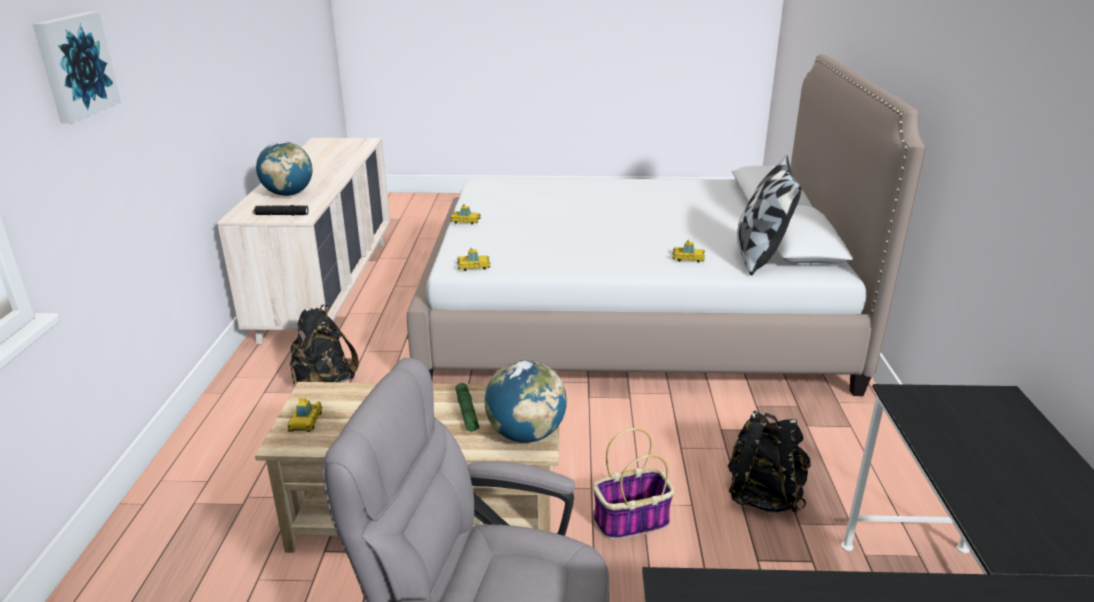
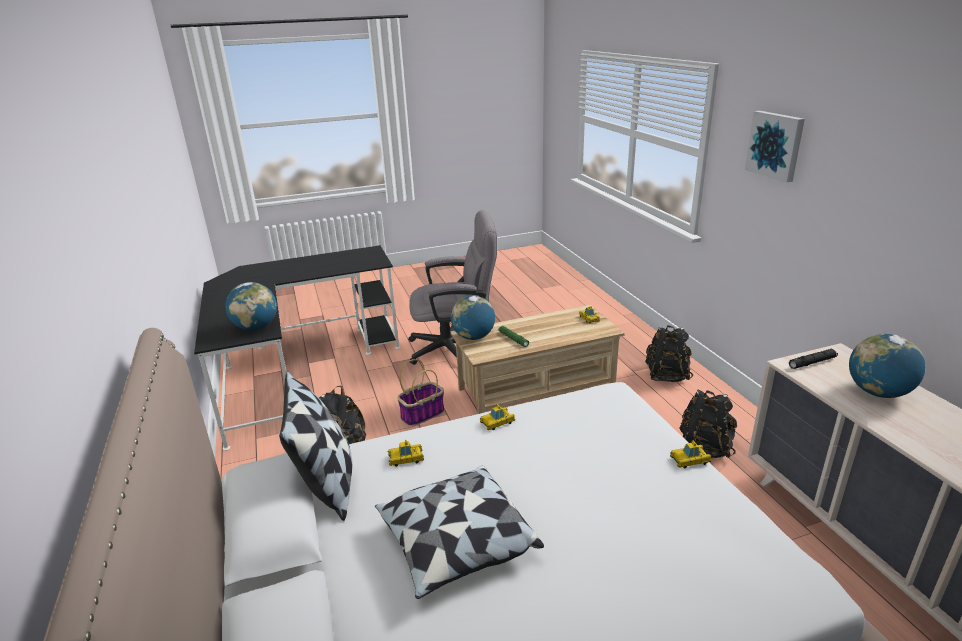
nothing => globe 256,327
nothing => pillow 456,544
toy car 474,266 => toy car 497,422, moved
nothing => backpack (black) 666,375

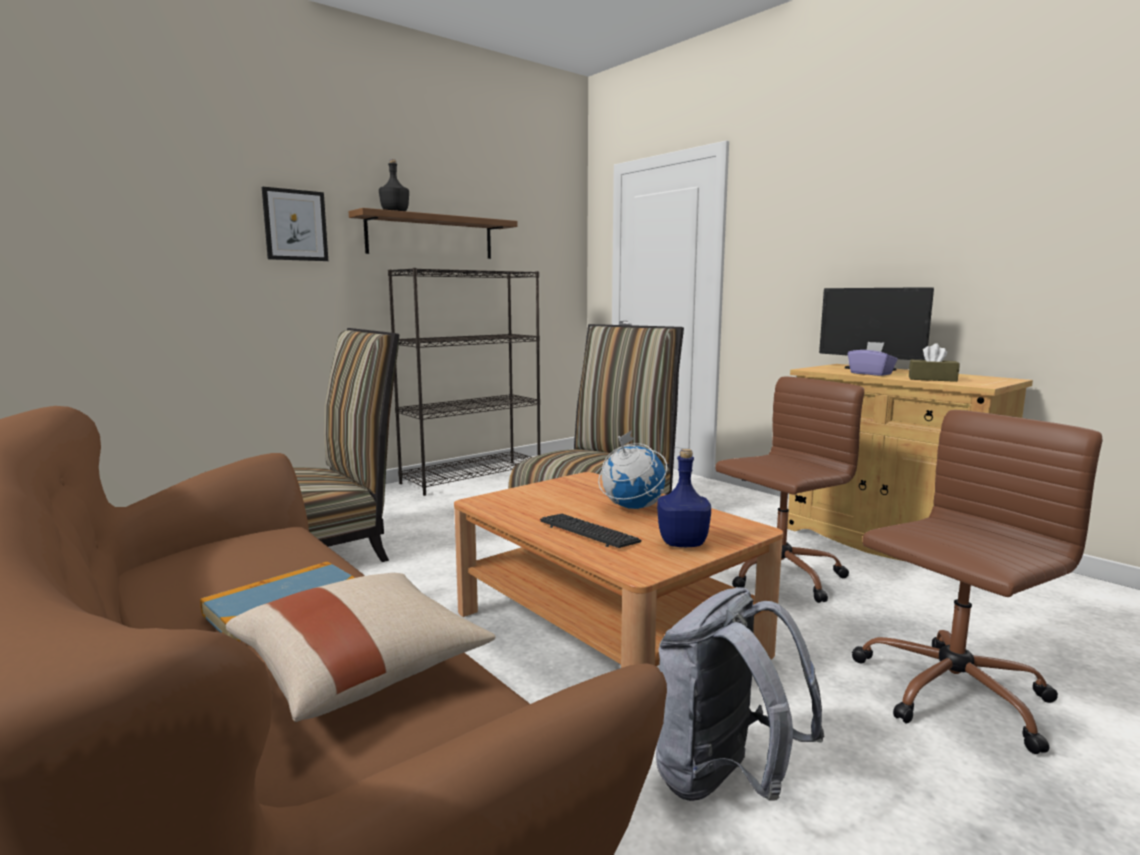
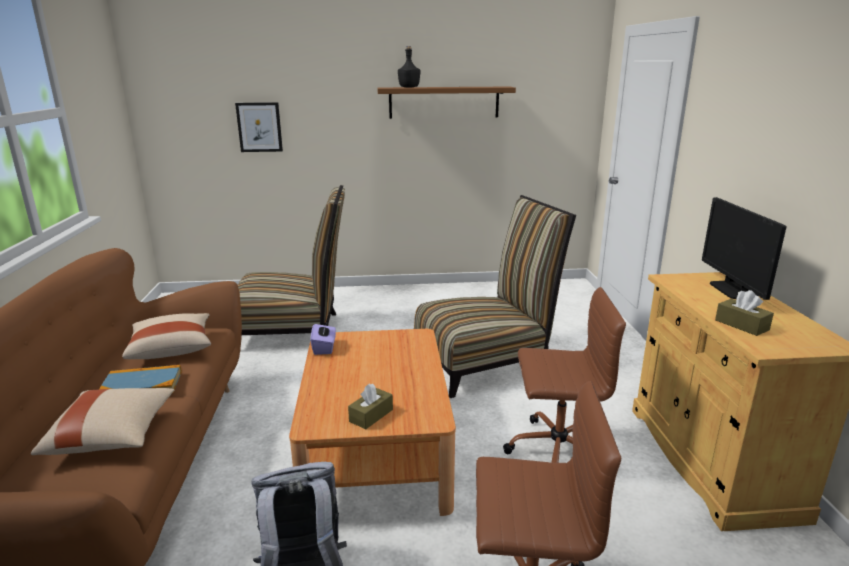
nothing => pillow (beige) 172,348
picture 295,225 => picture 259,127, moved
tissue box (purple) 871,374 => tissue box (purple) 324,348, moved
bottle (blue) 682,543 => tissue box (brown) 371,415
bookcase (black) 472,477 => nothing
keyboard 588,533 => nothing
globe 632,507 => nothing

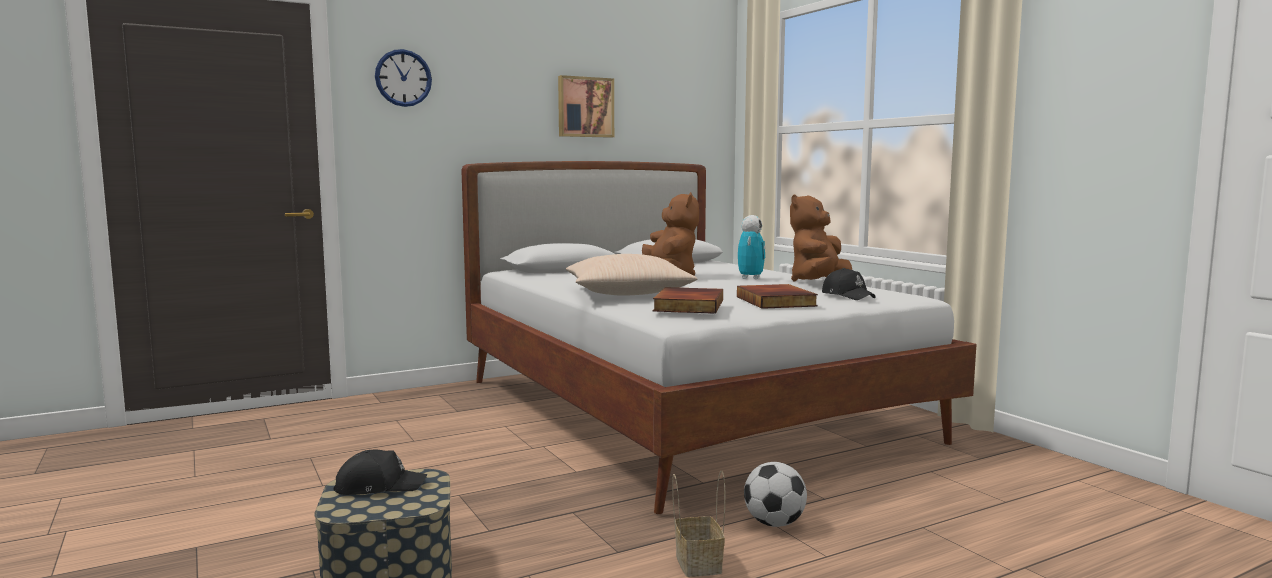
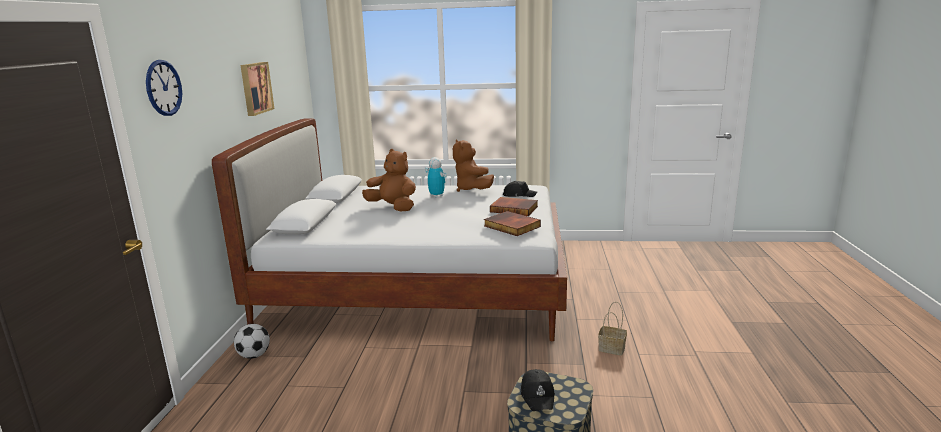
football 775,523 => football 254,355, moved
cap (black) 379,486 => cap (black) 538,395, 150 degrees clockwise
pillow (beige) 627,293 => nothing

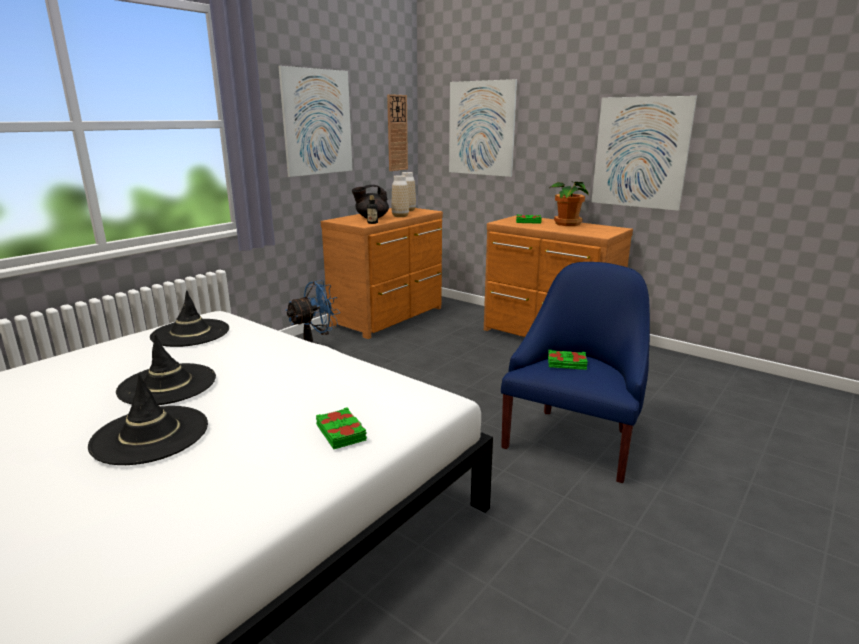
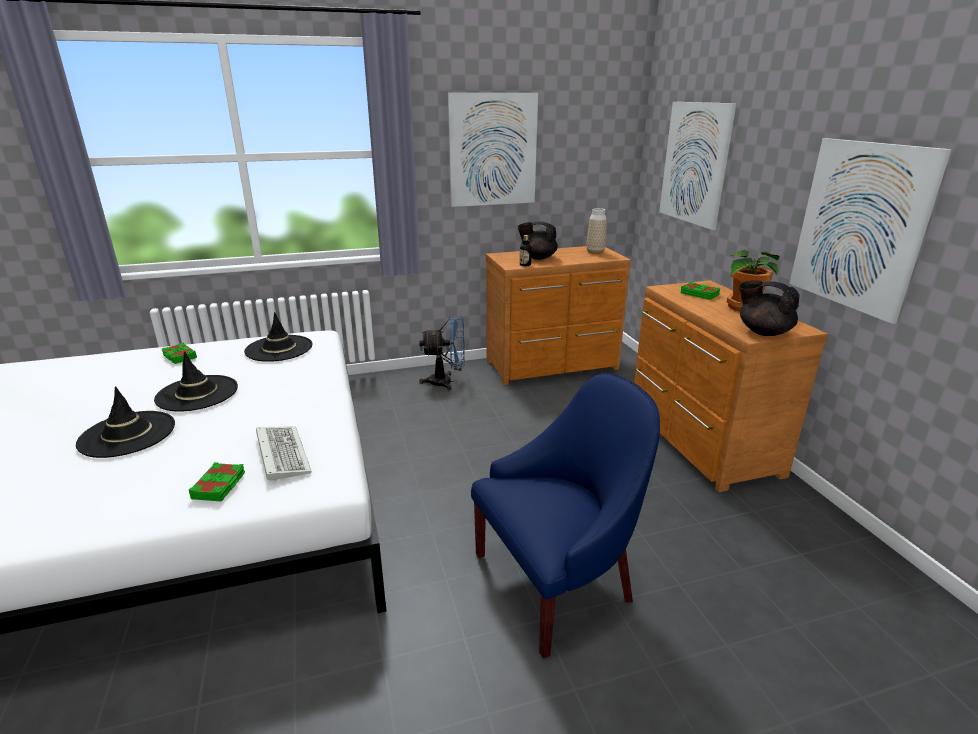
book (green) 567,364 => book (green) 179,356, moved
nothing => keyboard 281,453
nothing => teapot (black) 763,332
wall clock 397,133 => nothing
vase 400,216 => nothing

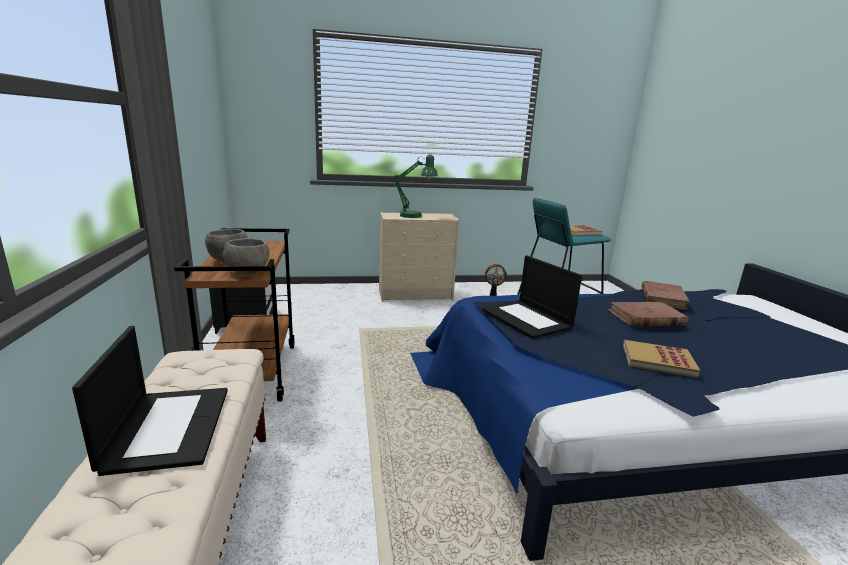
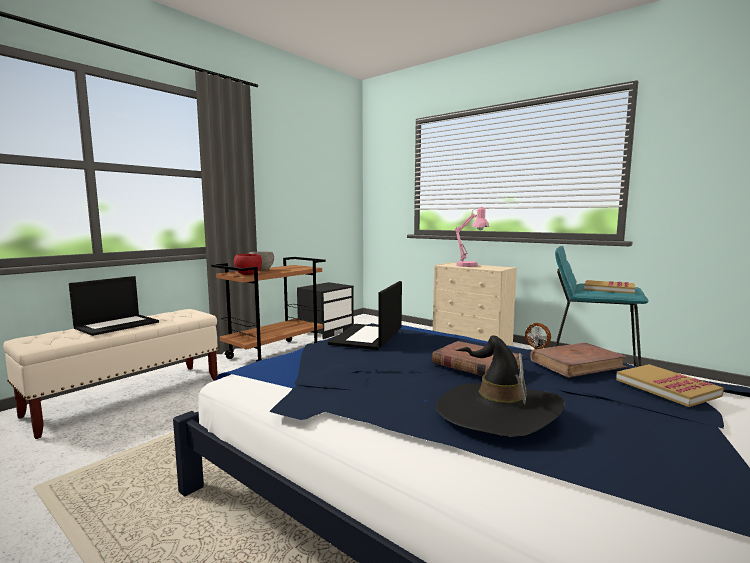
bowl (grey) 247,272 => bowl (red) 248,274
nothing => hat (black) 496,412
table lamp (green) 415,216 => table lamp (pink) 470,266
book 658,361 => book 666,387, moved

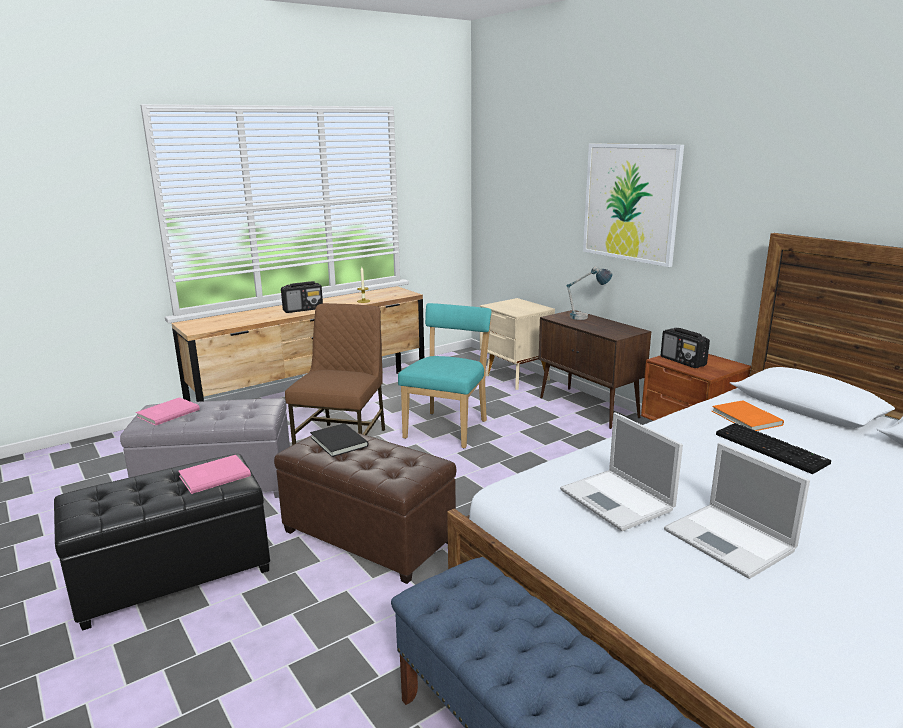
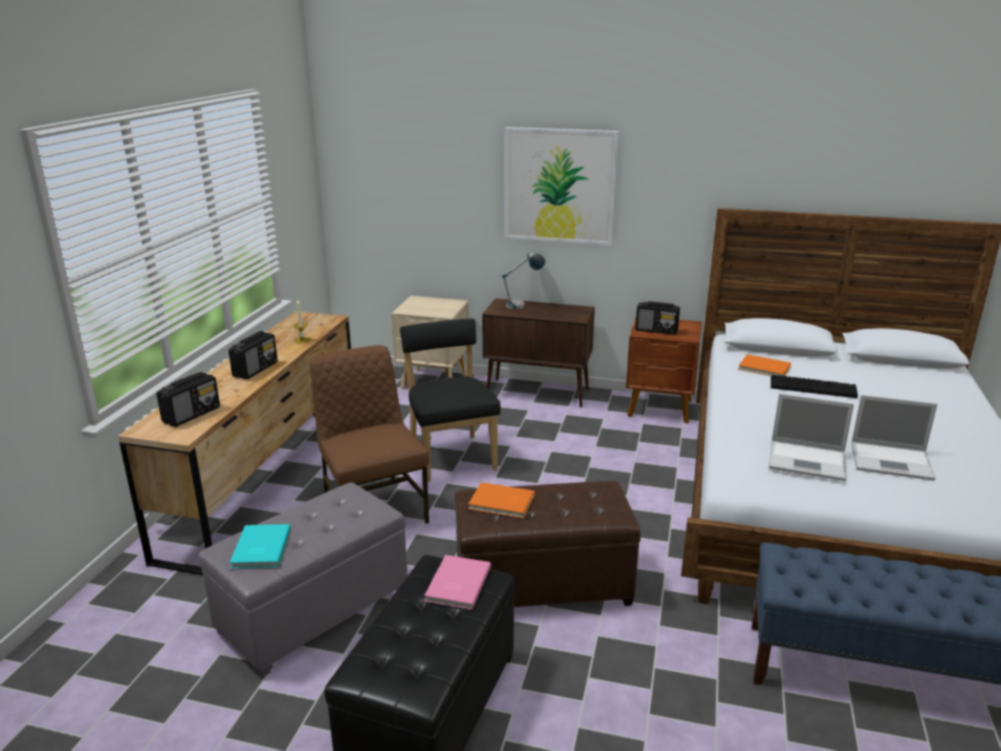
nothing => radio 192,414
book (pink) 167,413 => book (turquoise) 259,549
chair (turquoise) 448,428 => chair (black) 451,456
book (black) 337,442 => book (orange) 502,503

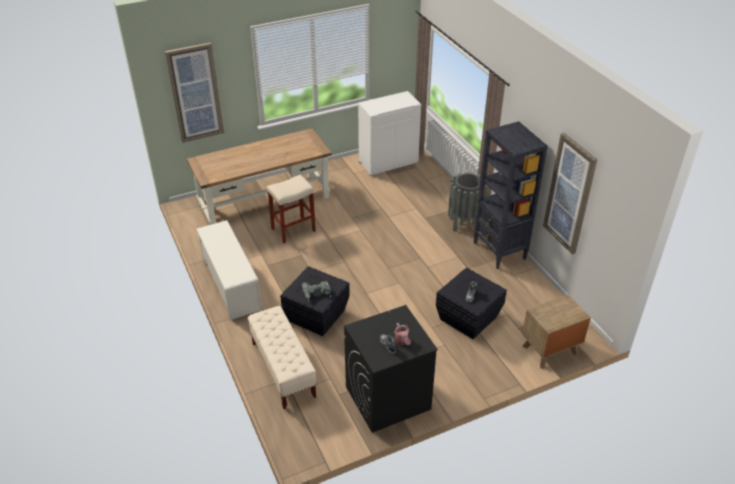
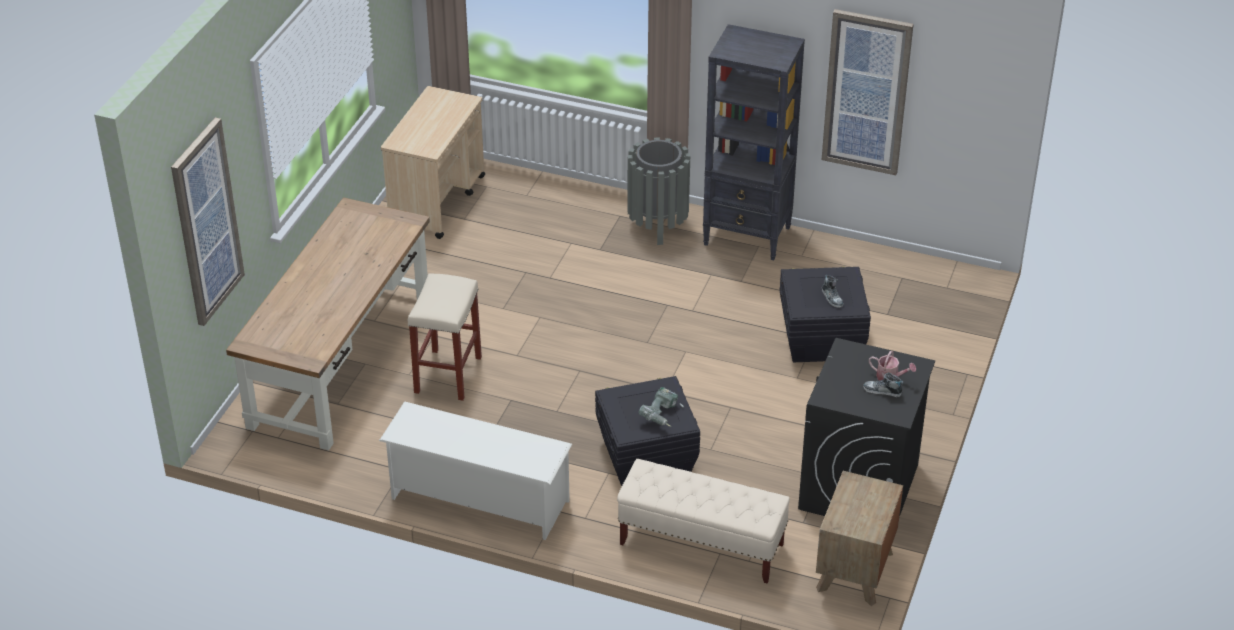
cabinet (white) 388,162 => cart (beige) 437,201
nightstand (brown) 549,350 => nightstand (brown) 855,571, moved

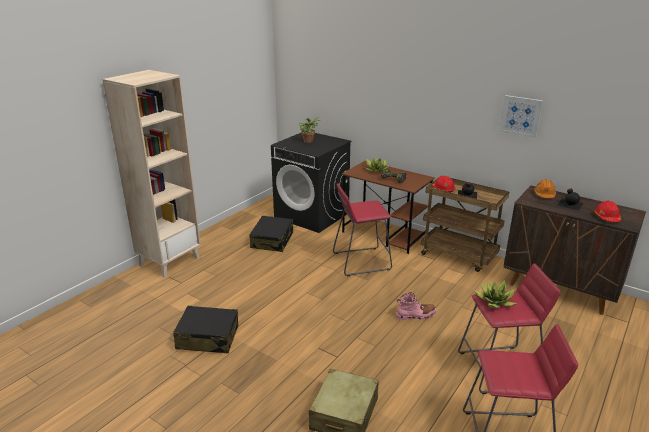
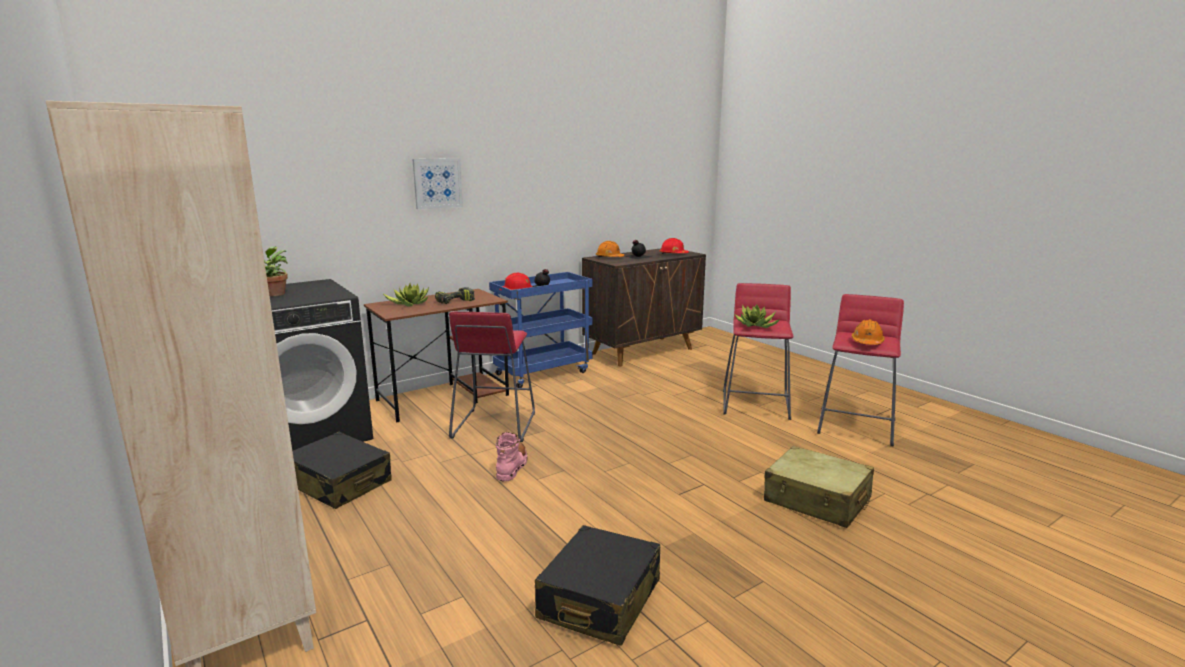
picture 520,116 => picture 437,183, moved
cart (brown) 459,256 => cart (blue) 543,373
boot (pink) 416,315 => boot (pink) 512,467, moved
nothing => hard hat (orange) 867,342

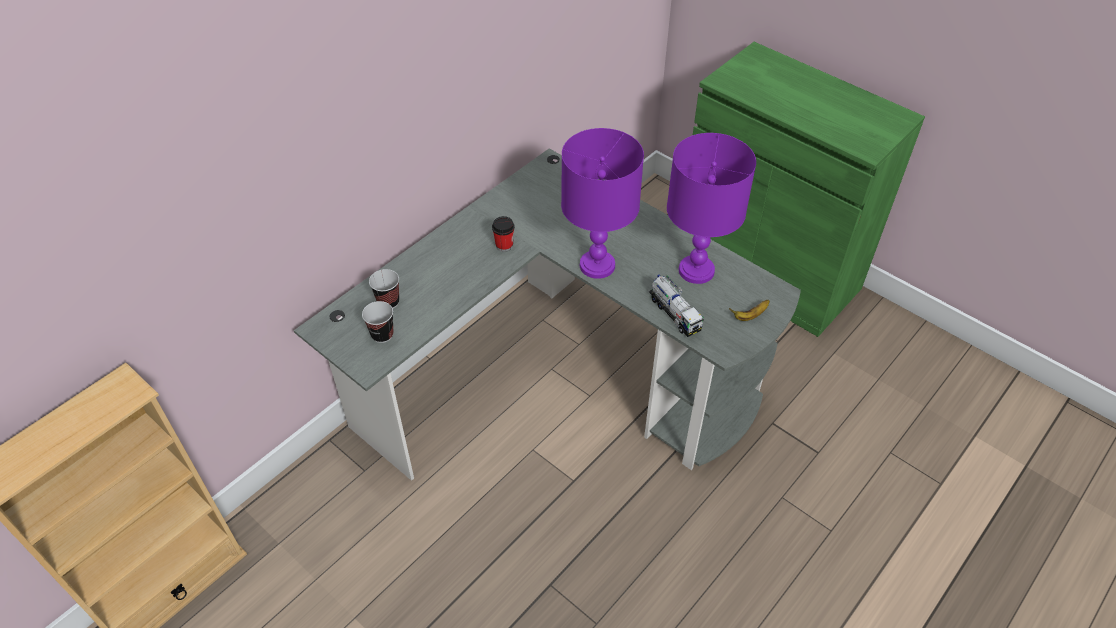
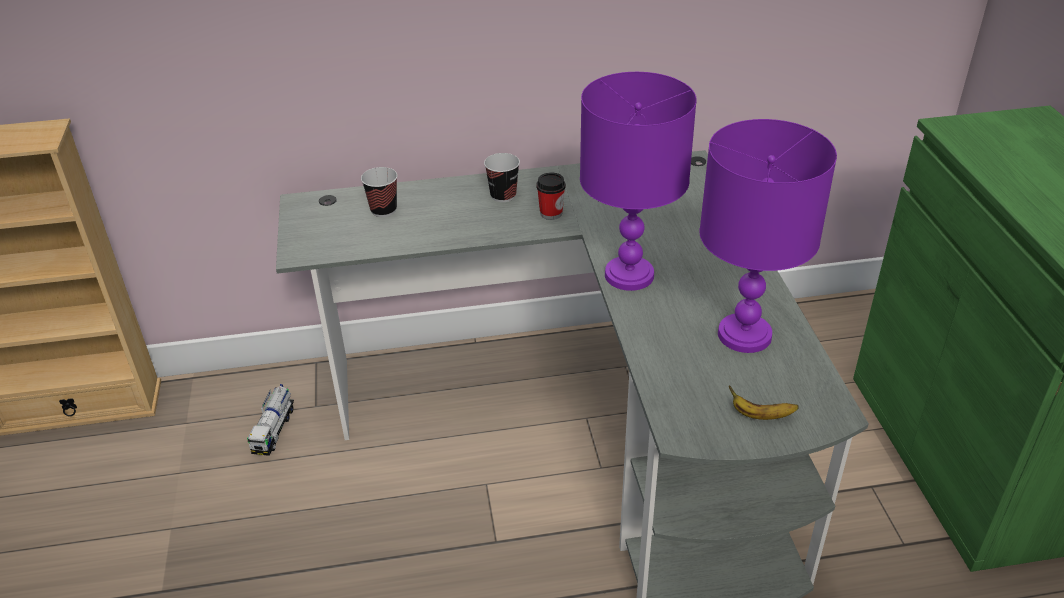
toy truck 674,314 => toy truck 274,430, moved
cup 382,334 => cup 503,195, moved

